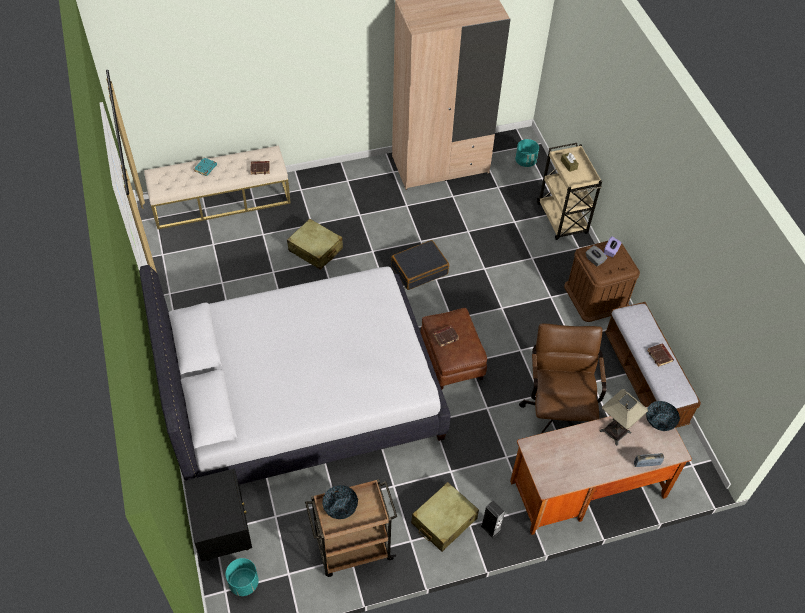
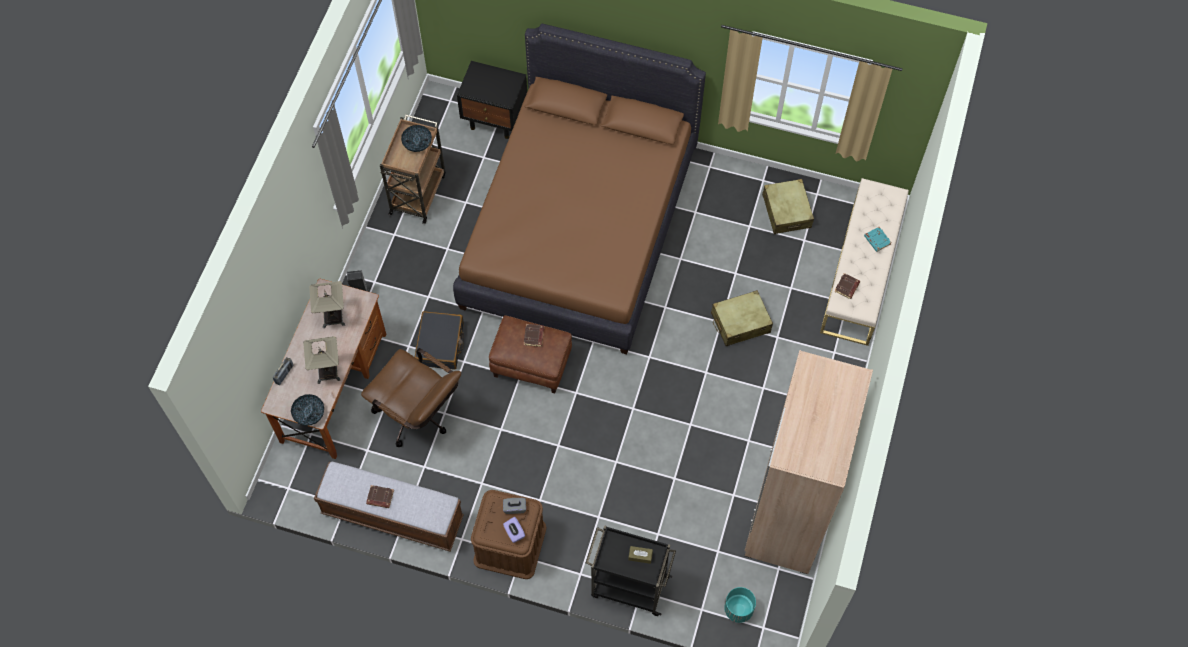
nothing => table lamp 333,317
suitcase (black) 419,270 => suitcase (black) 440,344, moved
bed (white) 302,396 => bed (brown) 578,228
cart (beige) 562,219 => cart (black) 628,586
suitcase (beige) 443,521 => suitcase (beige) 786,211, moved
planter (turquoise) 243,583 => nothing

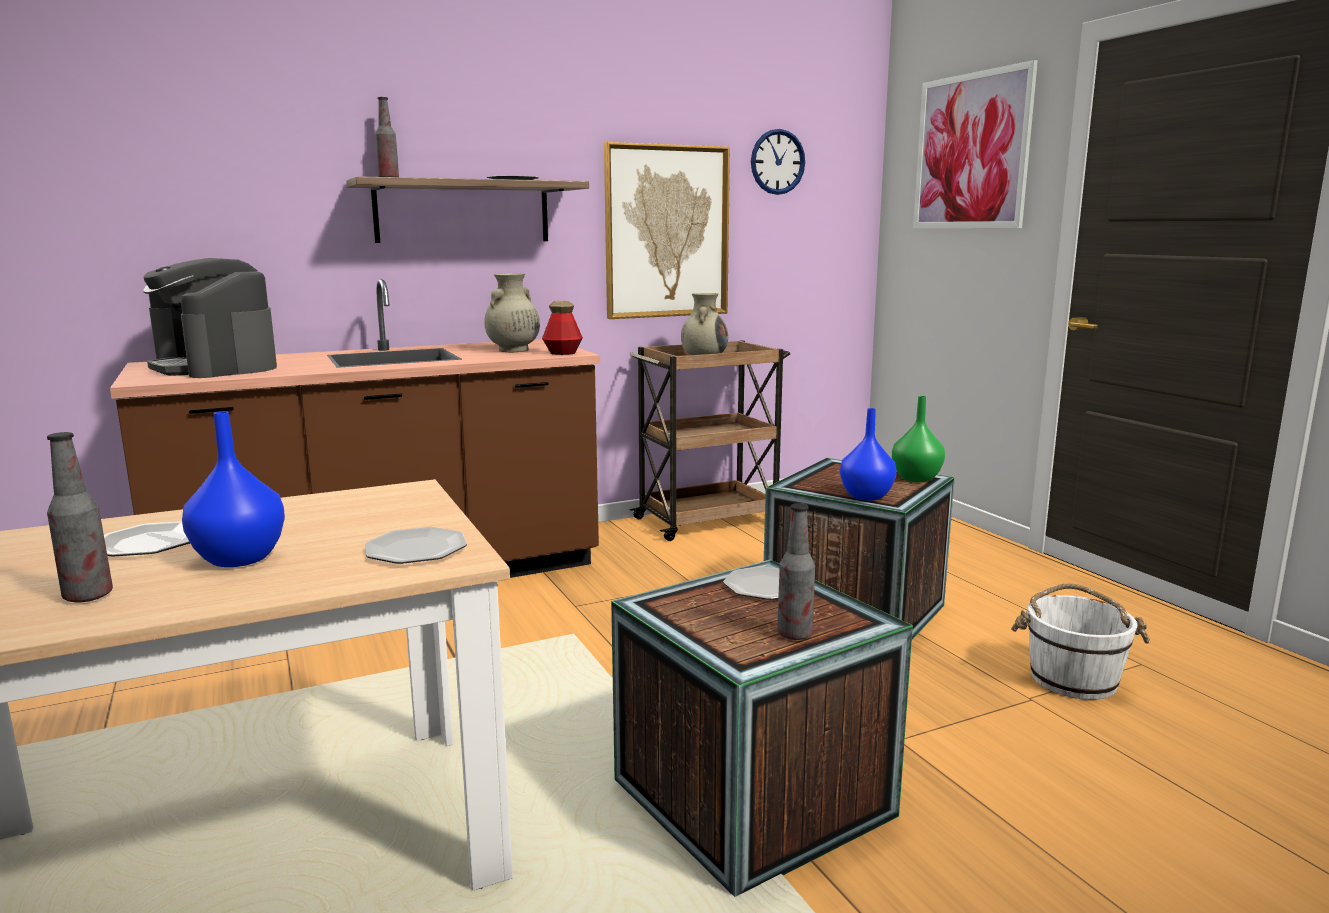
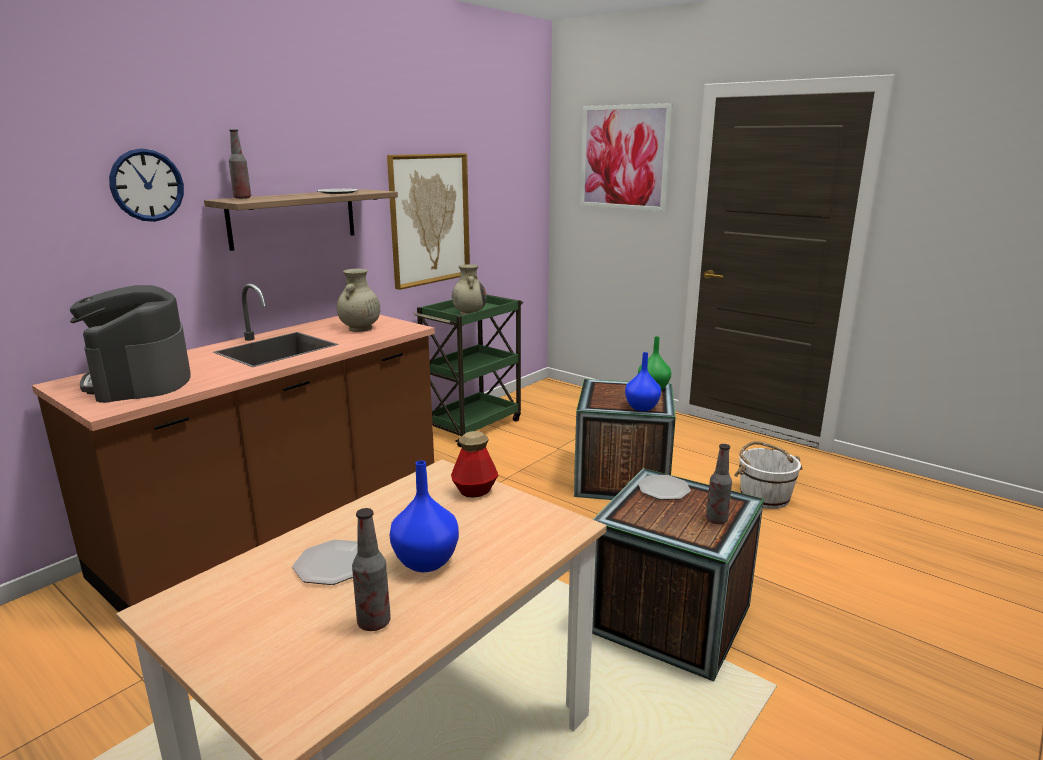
coffee machine 216,367 => coffee machine 140,380, 45 degrees clockwise
wall clock 777,162 => wall clock 147,185, moved
cart (brown) 708,520 => cart (green) 473,425
bottle 562,353 => bottle 475,491, moved
plate 417,549 => nothing

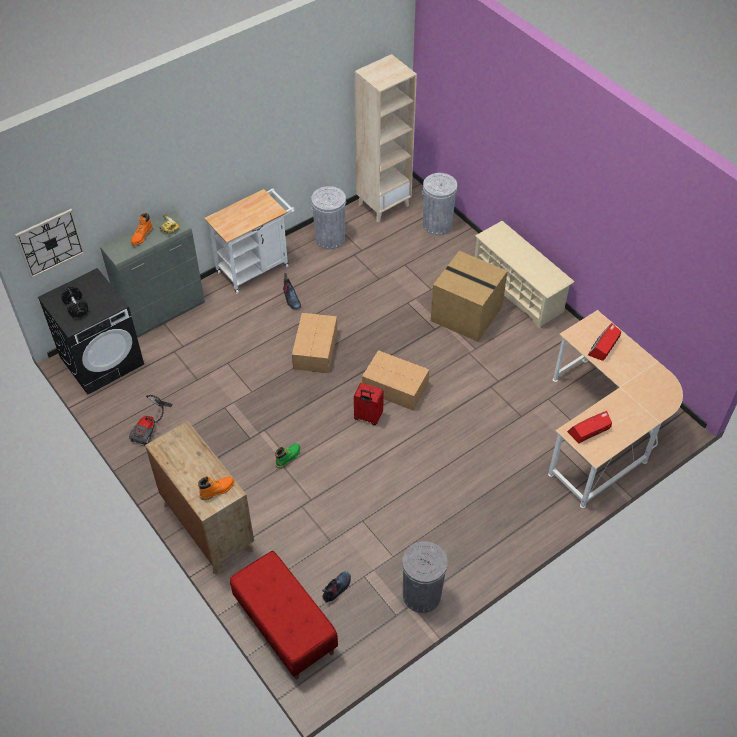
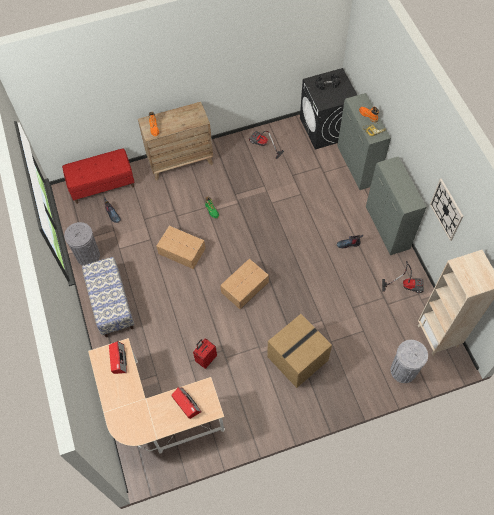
nothing => bench 111,304
cardboard box 316,349 => cardboard box 182,251, moved
suitcase (red) 367,417 => suitcase (red) 206,359, moved
cart (white) 256,267 => cabinet (grey) 387,229
trash can (grey) 330,238 => vacuum cleaner 406,285
wall clock 50,243 => wall clock 446,209, moved
shoe rack (beige) 518,291 => nothing

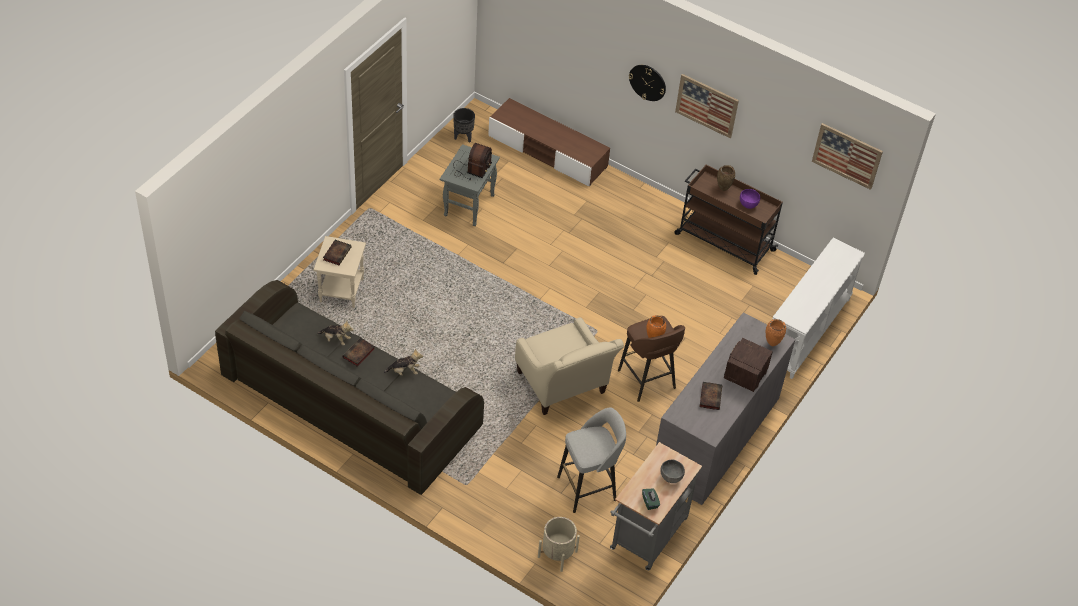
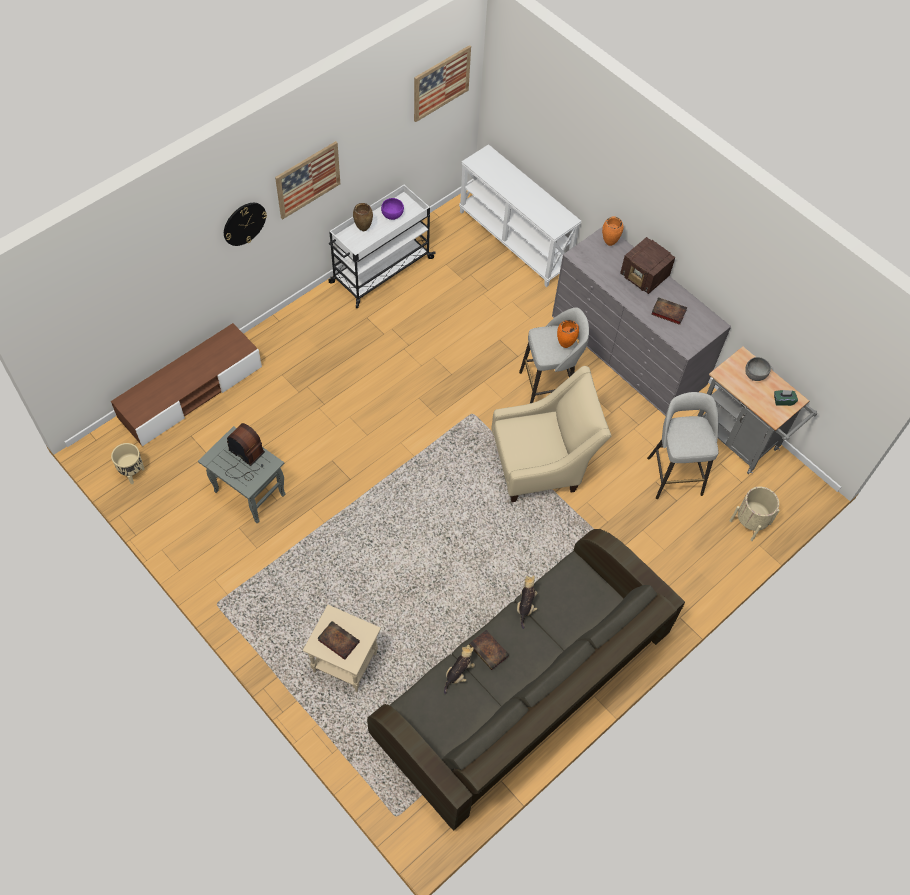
planter (black) 463,137 => planter (beige) 133,474
cart (brown) 723,242 => cart (white) 380,271
stool (brown) 647,380 => stool (grey) 548,387

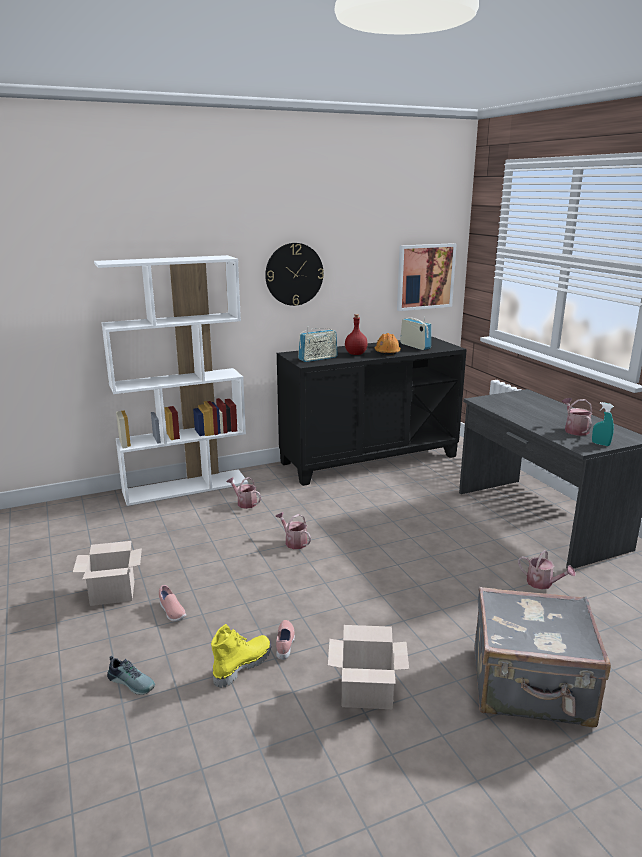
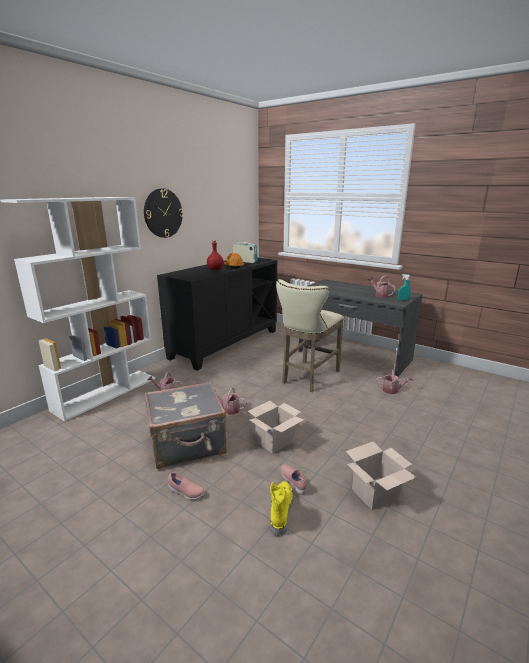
suitcase (grey) 531,688 => suitcase (grey) 188,444, moved
cardboard box 114,593 => cardboard box 275,440, moved
nothing => stool (beige) 307,377
shoe 132,682 => nothing
radio 318,358 => nothing
picture 425,276 => nothing

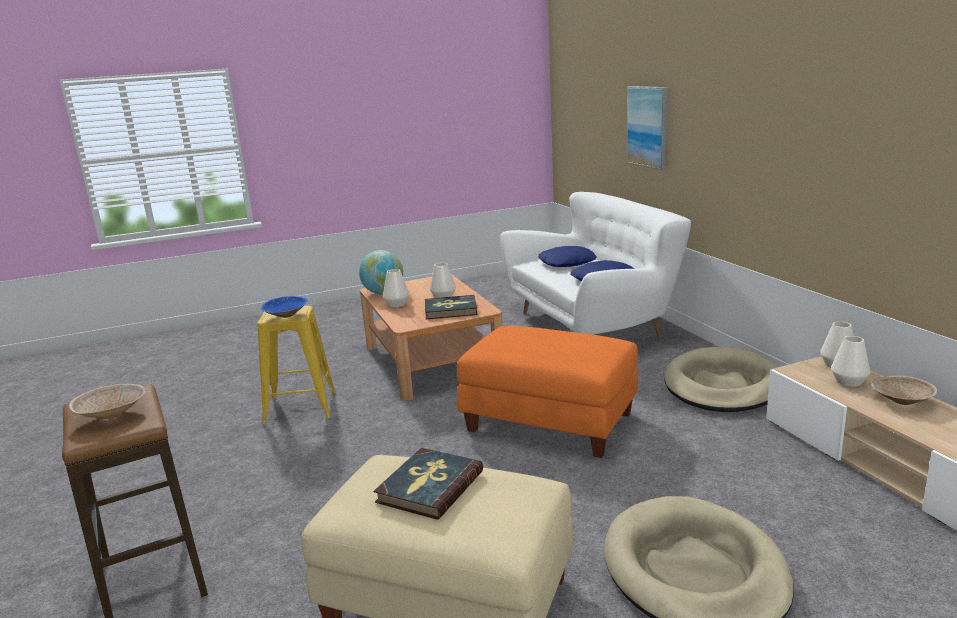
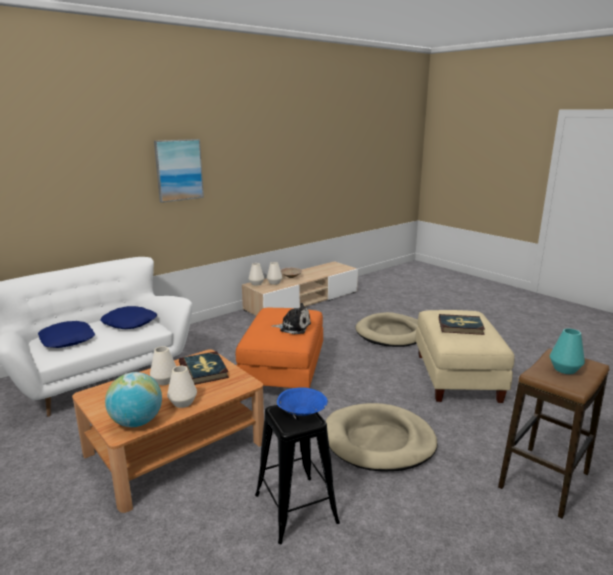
picture 648,126 => picture 179,170, moved
stool (yellow) 300,407 => stool (black) 295,508
nothing => plush toy 293,327
dog bed (beige) 721,385 => dog bed (beige) 379,441, moved
bowl (beige) 113,414 => vase (turquoise) 564,369

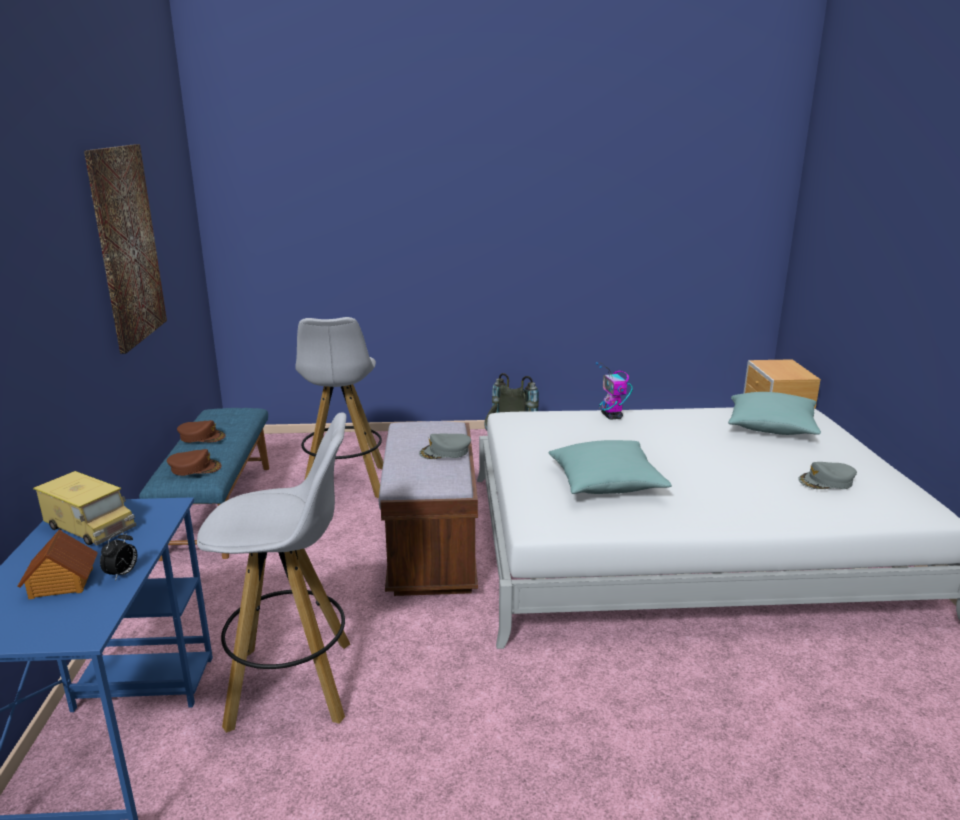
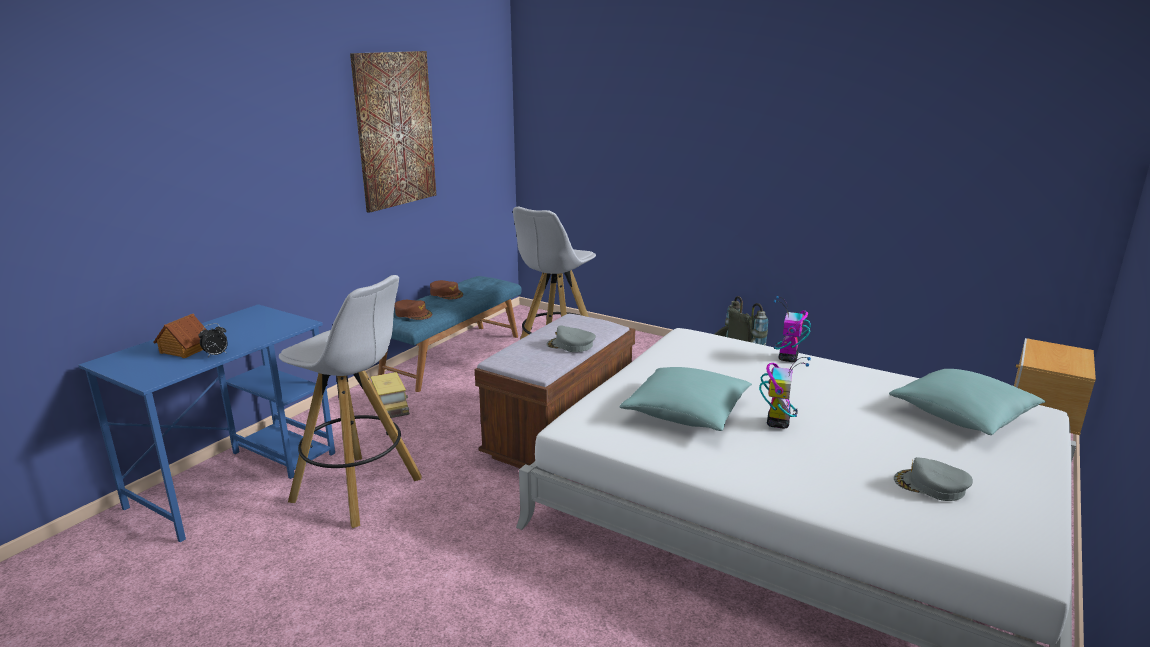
toy truck 89,526 => toy truck 391,407, moved
nothing => toy robot 777,422

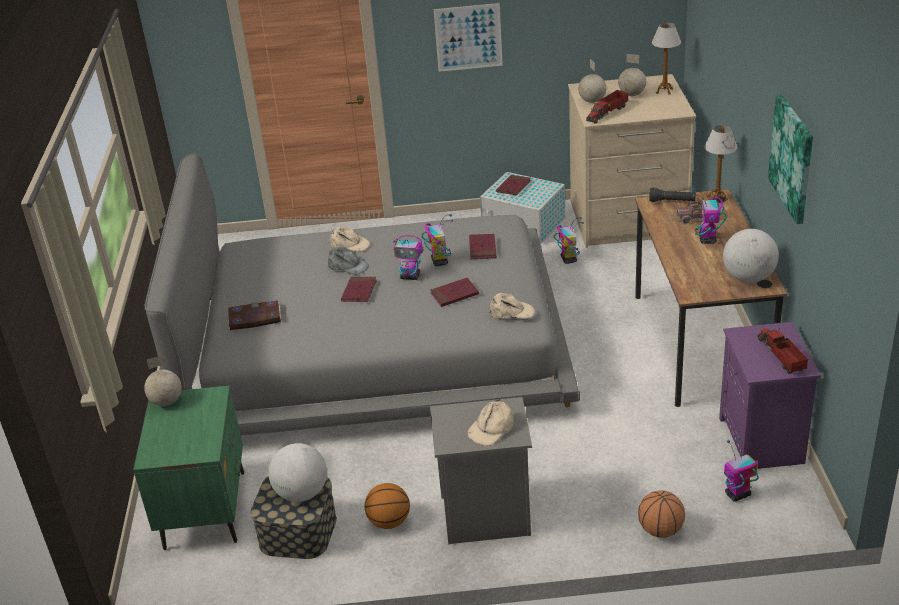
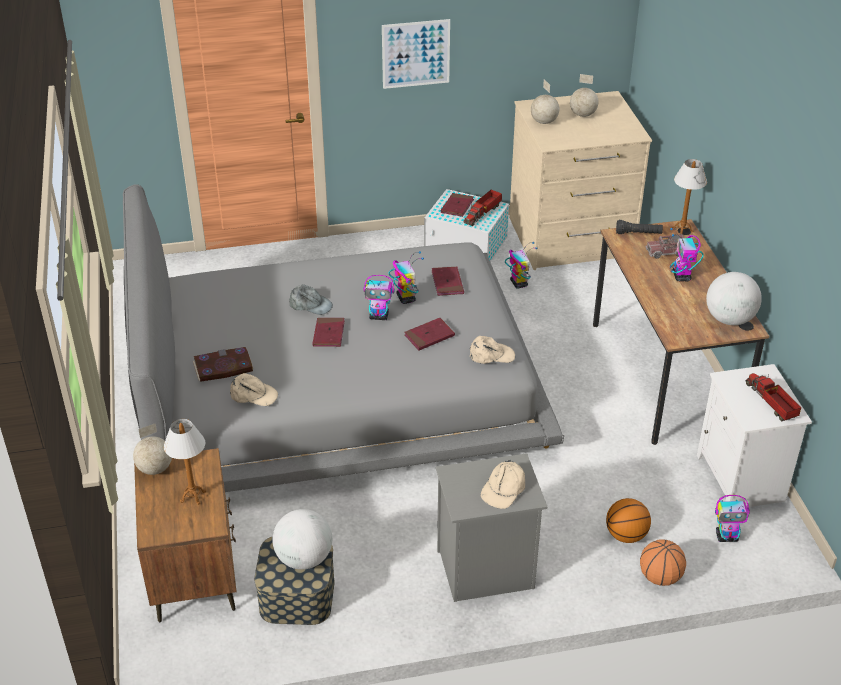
nightstand (green) 206,509 => nightstand (brown) 194,575
table lamp 664,91 => table lamp 193,497, moved
cap (beige) 349,244 => cap (beige) 253,395, moved
toy truck 607,112 => toy truck 483,213, moved
basketball 389,522 => basketball 625,535, moved
nightstand (purple) 763,442 => nightstand (white) 742,479
toy robot 737,495 => toy robot 727,536, 150 degrees counterclockwise
picture 793,158 => nothing

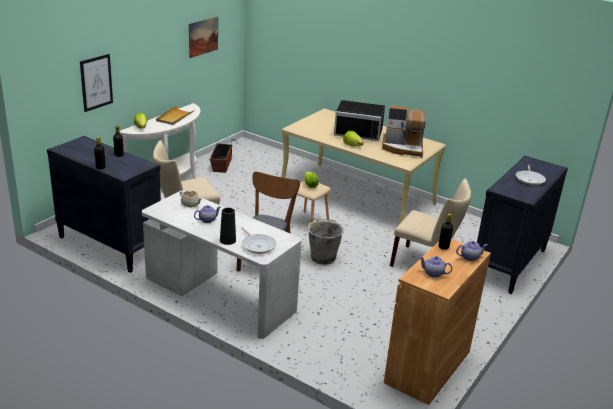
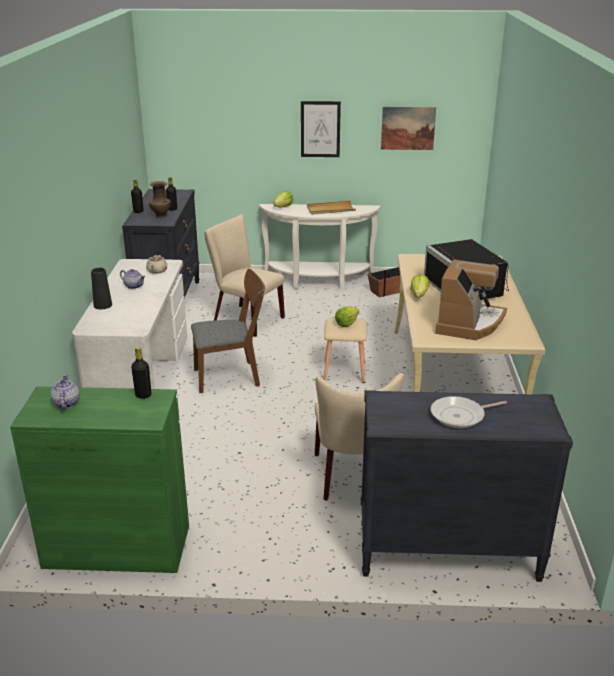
cabinet (brown) 428,367 => cabinet (green) 117,546
nothing => vase (brown) 160,216
picture 96,82 => picture 320,129, moved
coffee machine 403,148 => coffee machine 469,324, 135 degrees counterclockwise
frying pan 257,245 => nothing
bucket (grey) 322,257 => nothing
teapot 470,257 => nothing

